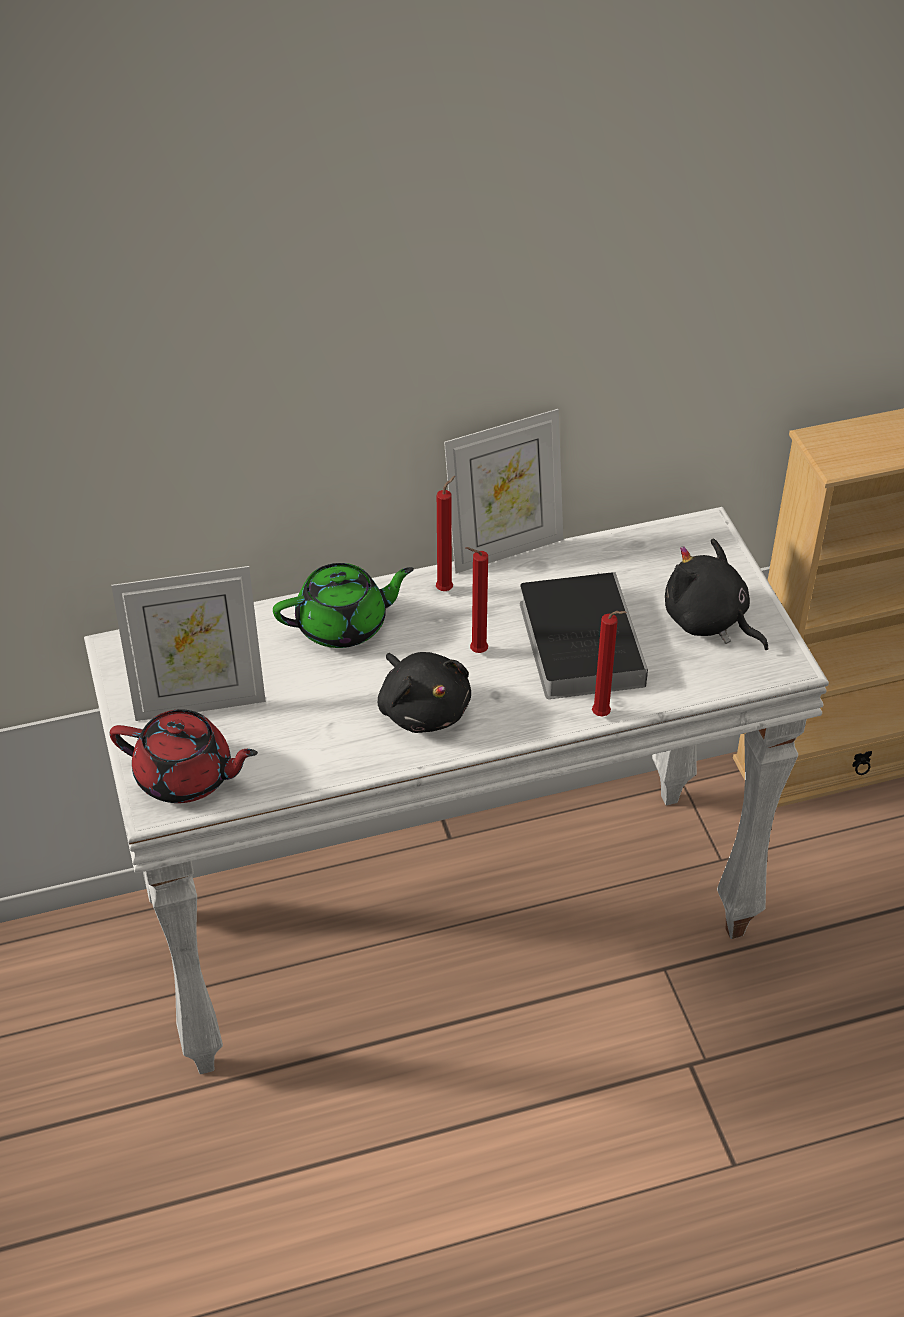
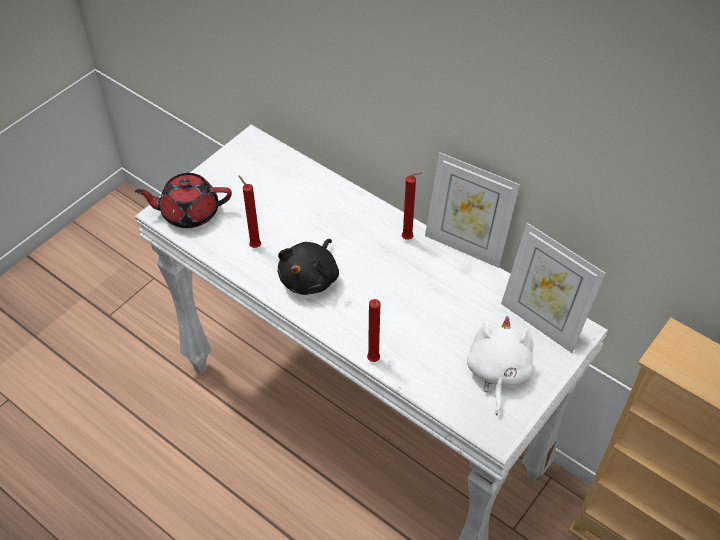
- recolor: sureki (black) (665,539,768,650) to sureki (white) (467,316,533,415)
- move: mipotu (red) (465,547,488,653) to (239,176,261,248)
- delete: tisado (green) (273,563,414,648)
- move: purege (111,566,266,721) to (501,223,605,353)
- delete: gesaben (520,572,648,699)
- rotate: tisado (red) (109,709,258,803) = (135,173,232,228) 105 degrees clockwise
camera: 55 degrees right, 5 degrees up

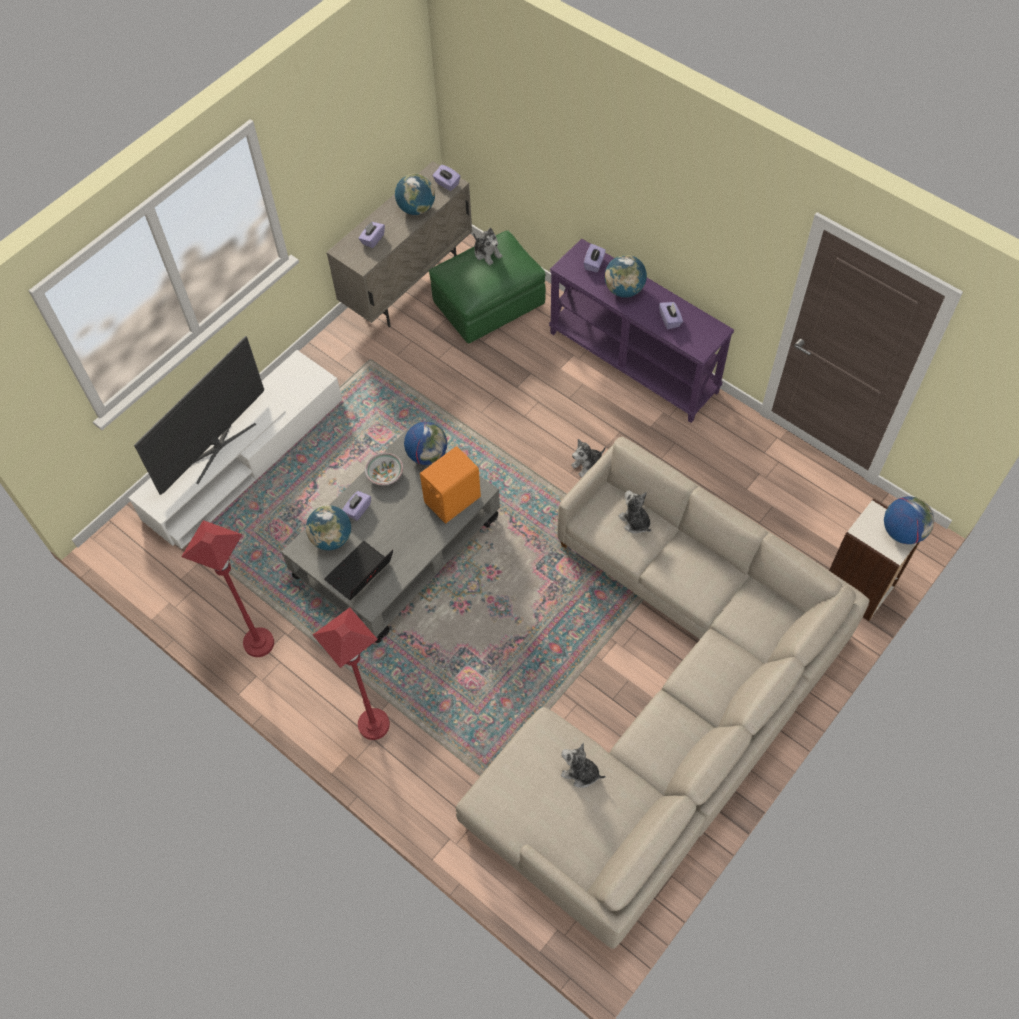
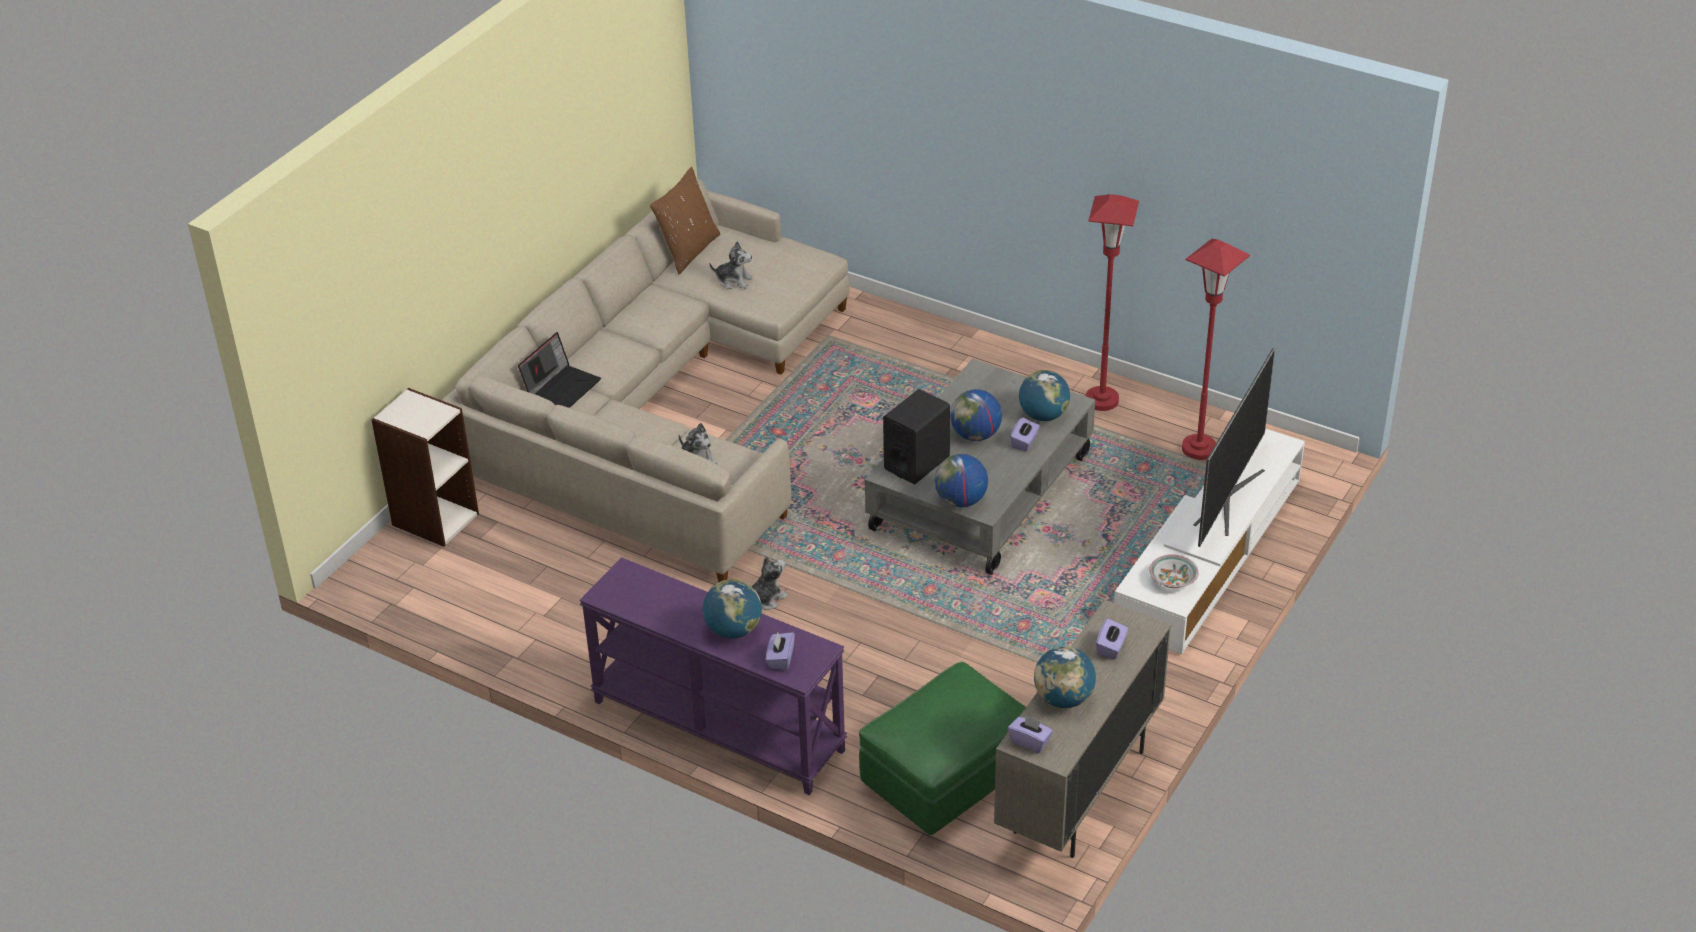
- delete: sureki (473,228,502,265)
- delete: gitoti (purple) (659,302,683,329)
- recolor: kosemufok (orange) (420,446,481,524) to kosemufok (black) (883,389,950,484)
- move: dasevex (365,453,403,485) to (1149,554,1199,588)
- move: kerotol (884,496,934,544) to (950,389,1002,441)
- move: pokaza (324,541,393,600) to (518,332,601,408)
- move: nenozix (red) (313,607,390,740) to (1182,239,1250,460)
- insert: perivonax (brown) (650,167,720,274)
camera: 170 degrees right, 20 degrees down

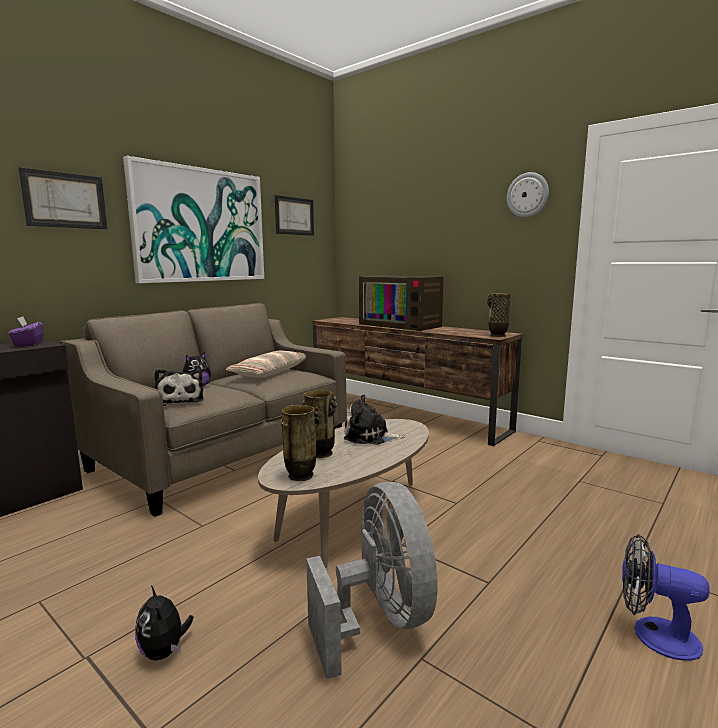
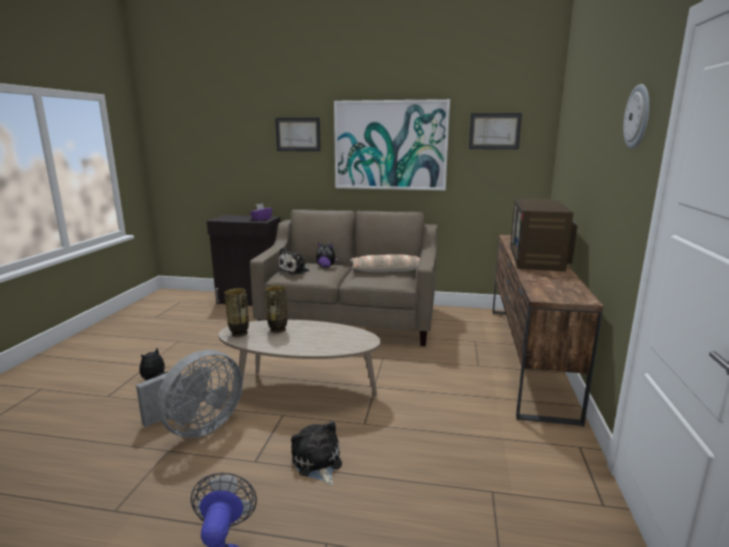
- delete: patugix (487,293,511,337)
- move: sureki (344,395,405,445) to (291,421,342,486)
camera: 60 degrees right, 5 degrees up

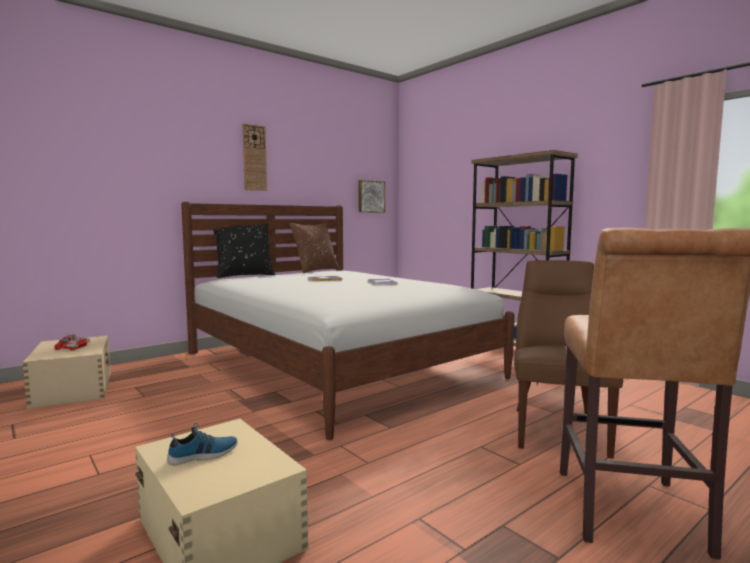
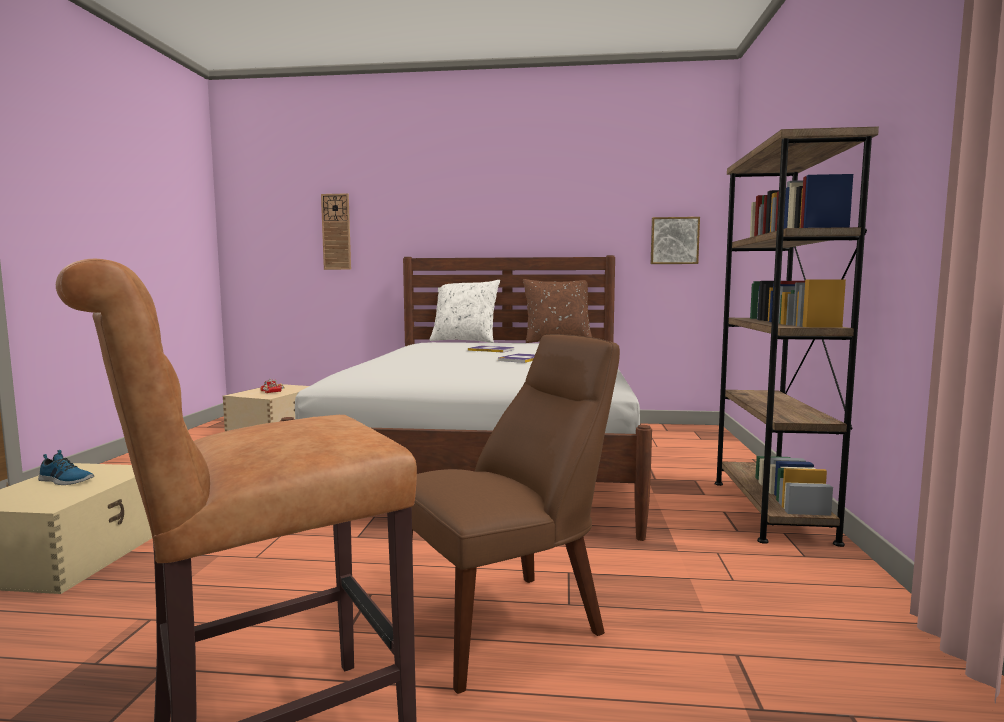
- move: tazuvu (242,123,267,191) to (321,193,351,270)
- recolor: perivonax (black) (213,223,275,278) to perivonax (white) (430,280,500,343)
camera: 45 degrees right, 0 degrees up

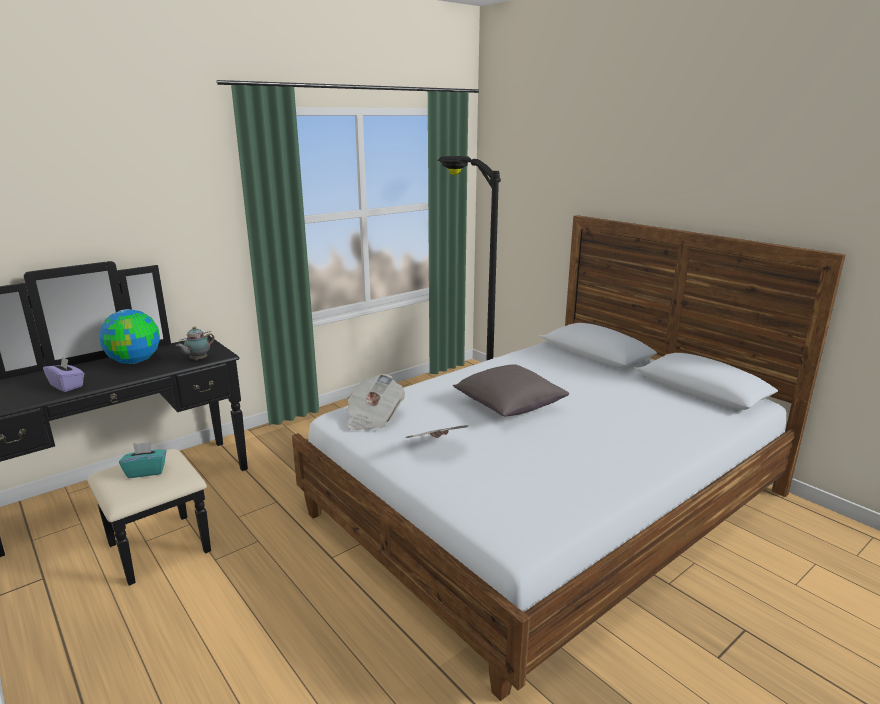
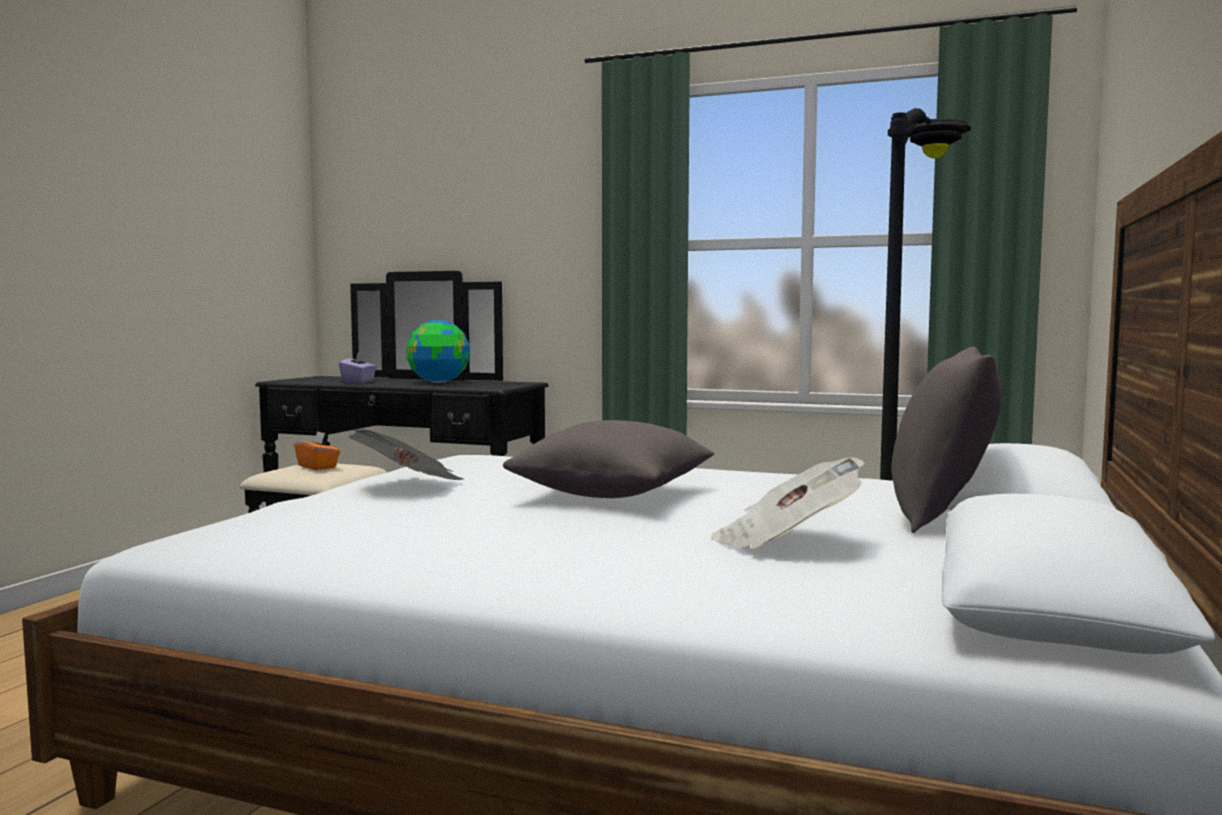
- delete: tisado (176,327,214,361)
- move: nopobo (346,374,405,430) to (711,458,865,549)
- recolor: gitoti (turquoise) (119,442,167,478) to gitoti (orange) (294,431,340,470)
- insert: perivonax (grey) (891,347,1002,533)
camera: 60 degrees right, 15 degrees down

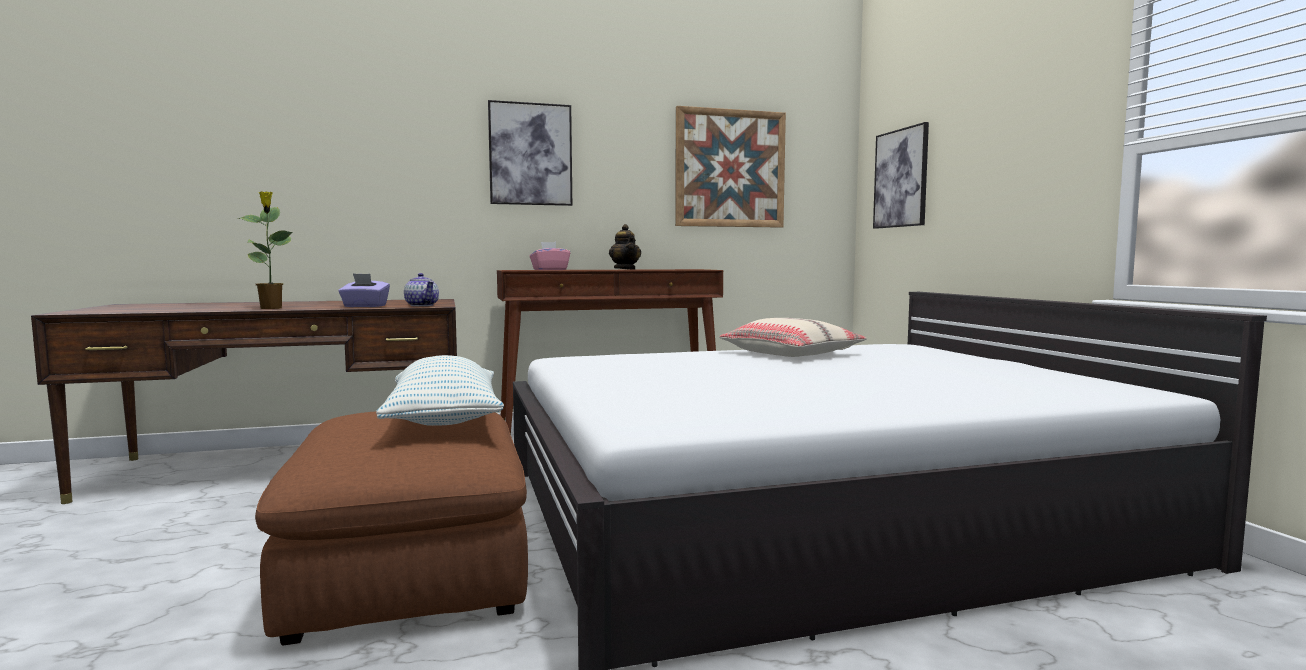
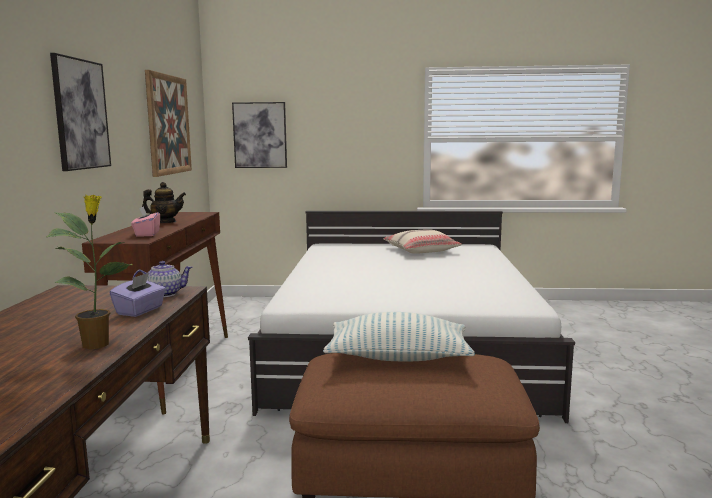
- move: perivonax (beige) (719,318,867,357) to (383,229,462,254)
camera: 70 degrees left, 5 degrees up

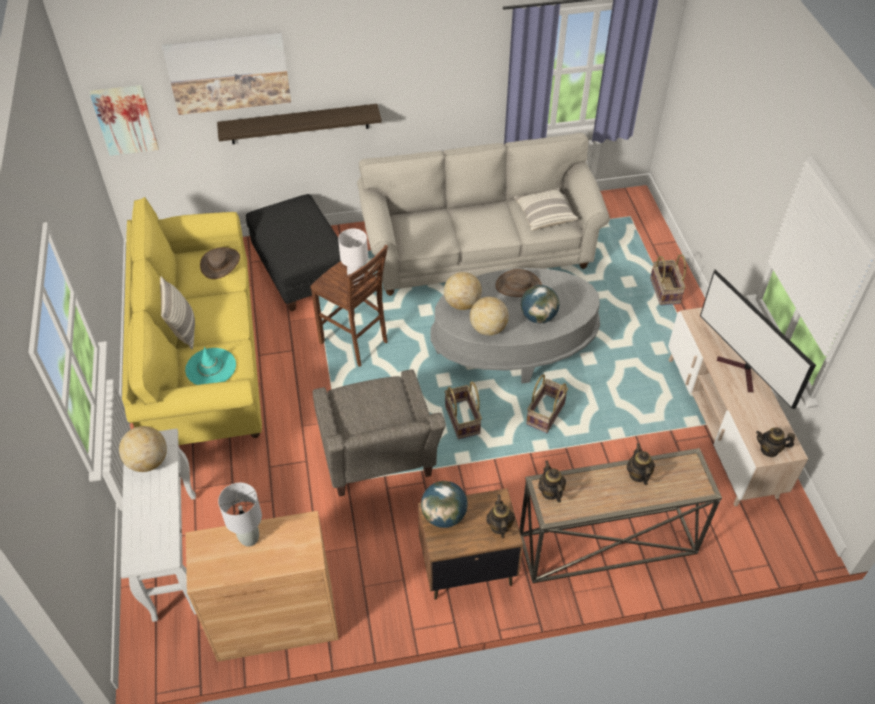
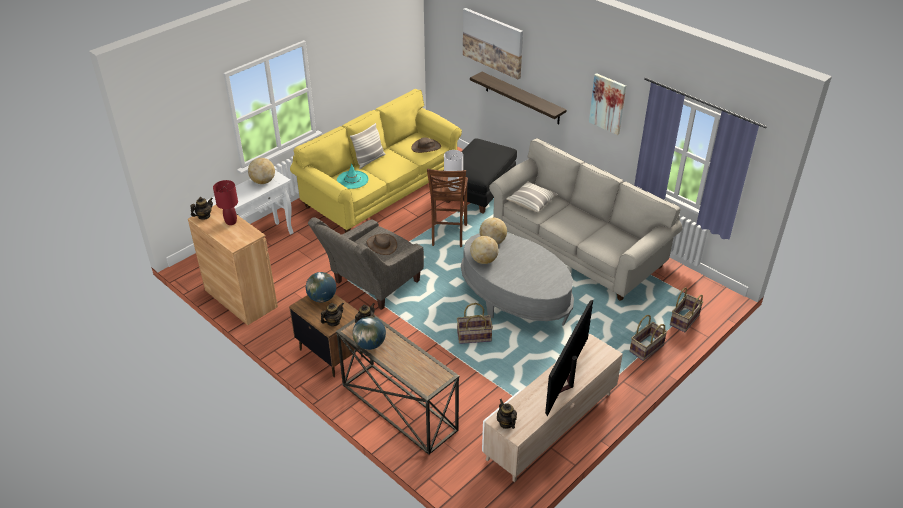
- move: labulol (89,85,159,156) to (589,73,626,135)
- move: perivonax (514,188,578,230) to (506,181,558,212)
- move: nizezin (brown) (496,269,542,297) to (367,234,397,255)
- move: kerotol (521,285,559,323) to (353,316,386,350)
- move: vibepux (445,381,482,439) to (670,287,703,332)
- move: tisado (627,443,655,485) to (190,197,213,220)
- recolor: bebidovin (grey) (218,483,262,547) to bebidovin (red) (213,180,238,225)
camera: 55 degrees right, 10 degrees down

